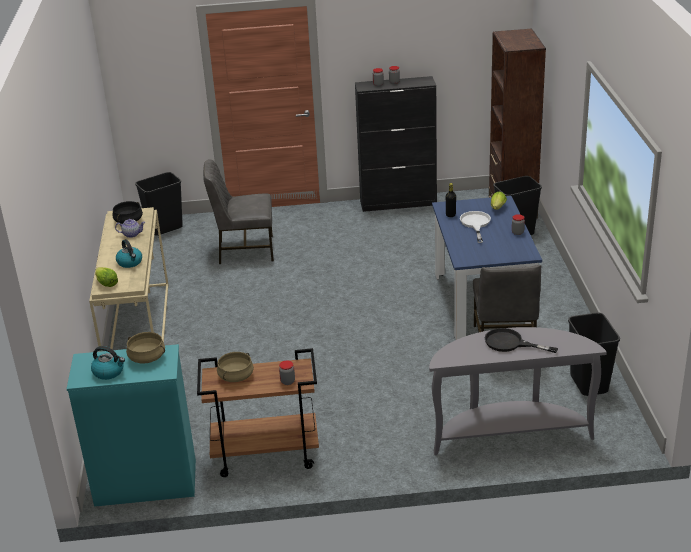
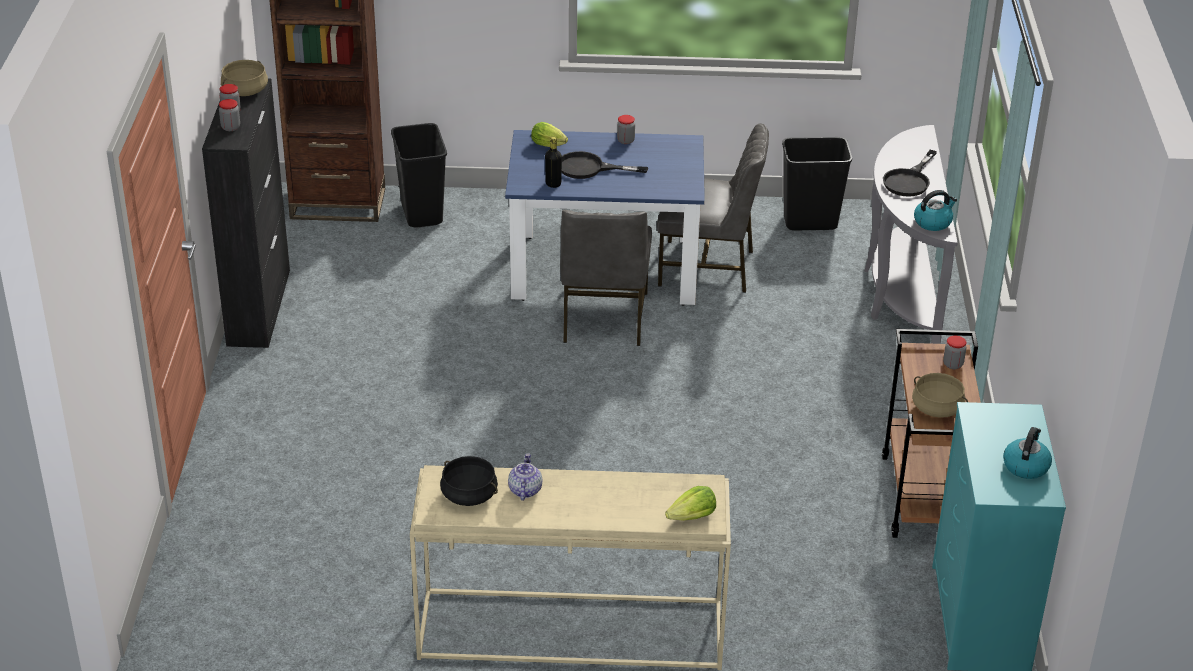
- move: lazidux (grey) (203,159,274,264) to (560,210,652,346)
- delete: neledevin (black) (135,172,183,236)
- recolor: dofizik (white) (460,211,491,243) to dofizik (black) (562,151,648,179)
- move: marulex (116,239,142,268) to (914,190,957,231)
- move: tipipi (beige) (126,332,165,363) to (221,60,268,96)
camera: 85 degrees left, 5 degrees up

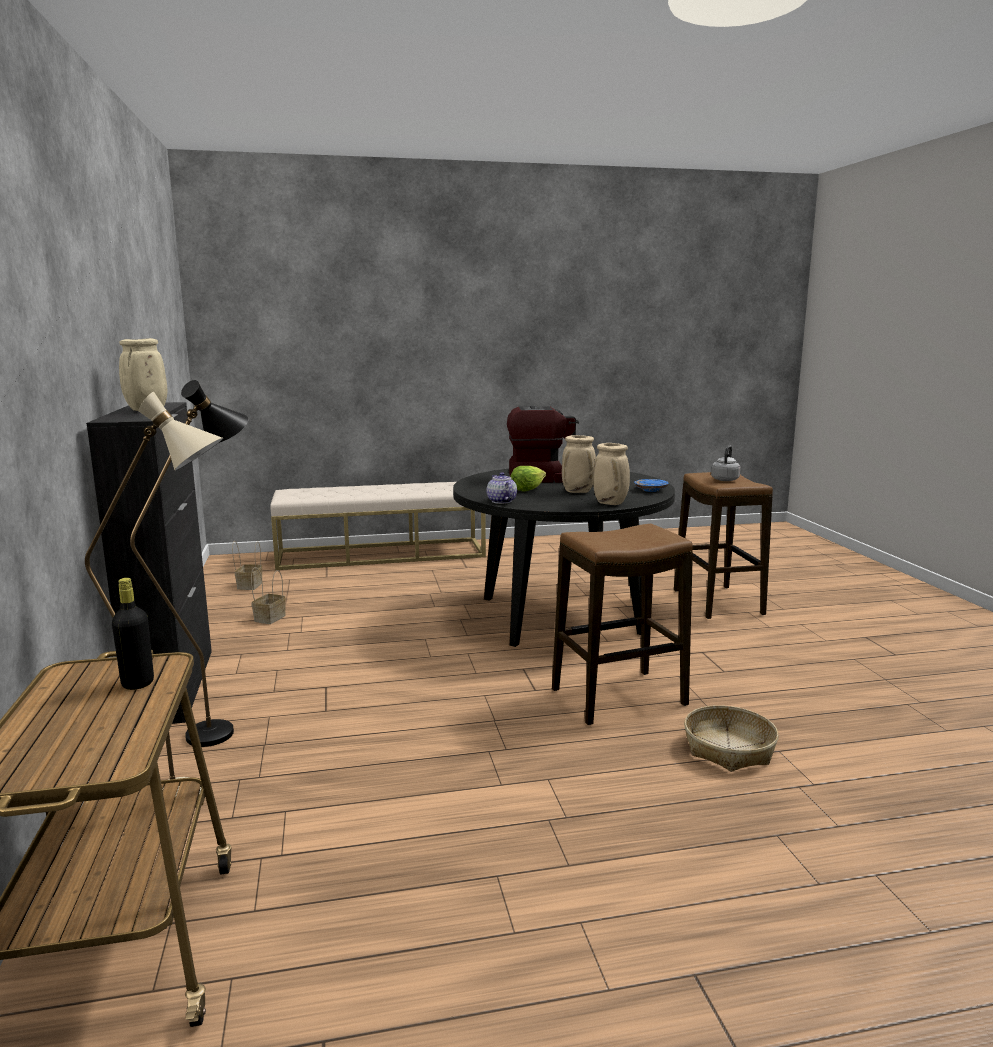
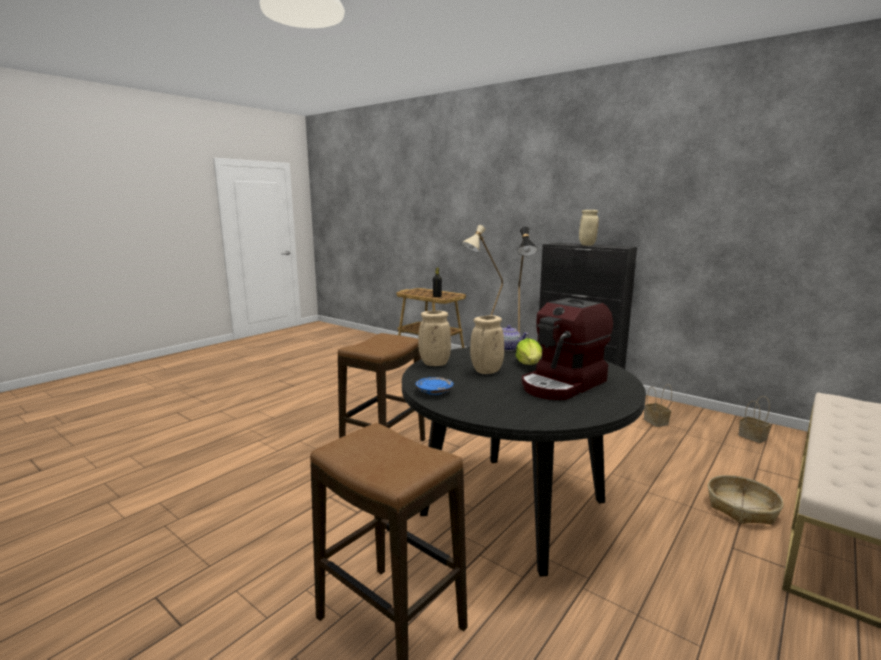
- delete: marulex (grey) (711,446,740,481)
- move: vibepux (684,705,779,772) to (708,475,784,525)
camera: 140 degrees right, 0 degrees up

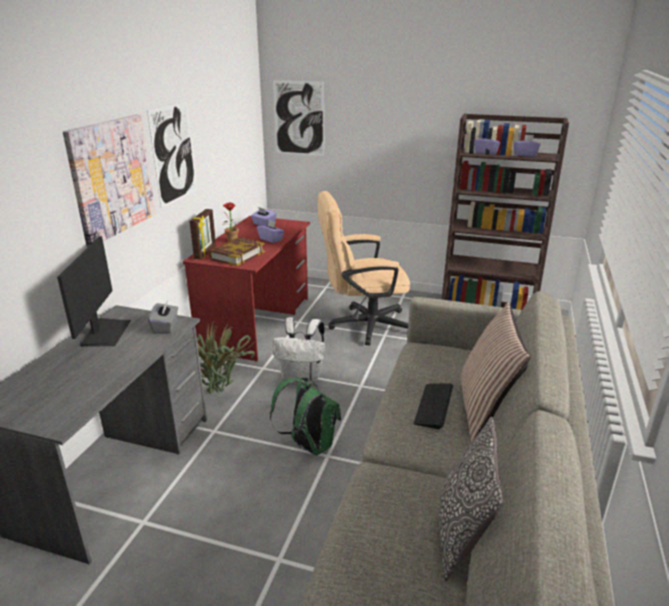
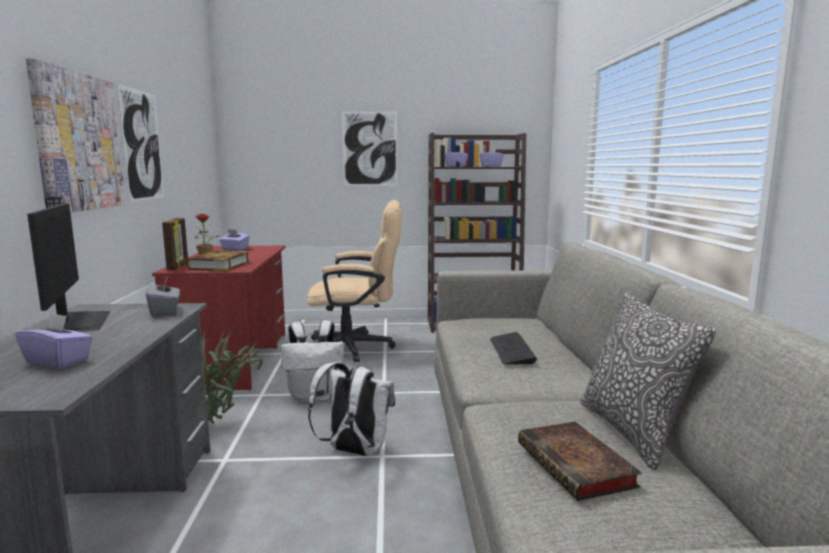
- move: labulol (273,80,325,156) to (342,111,397,186)
- rotate: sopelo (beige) (318,191,410,345) = (307,200,402,363) 150 degrees counterclockwise
- move: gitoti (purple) (257,220,284,243) to (15,313,93,369)
- delete: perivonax (461,302,531,442)
- recolor: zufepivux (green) (270,378,341,456) to zufepivux (white) (308,362,395,456)
- insert: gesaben (518,422,642,501)
camera: 20 degrees left, 15 degrees down

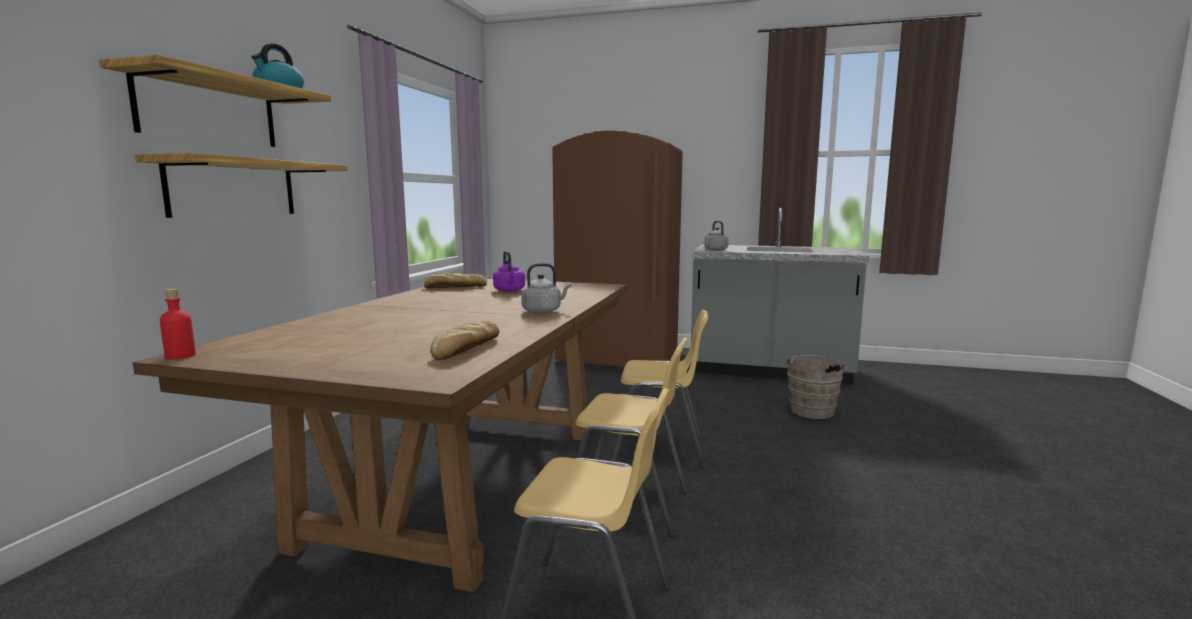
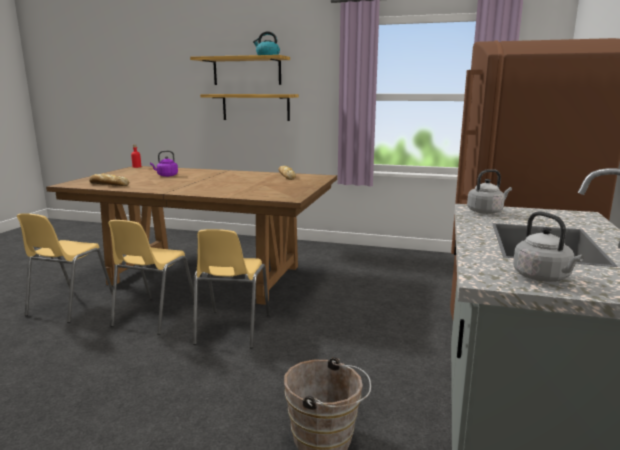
- move: marulex (purple) (493,251,525,292) to (150,150,178,177)
- move: marulex (grey) (521,263,571,313) to (513,211,584,282)
camera: 90 degrees right, 5 degrees up

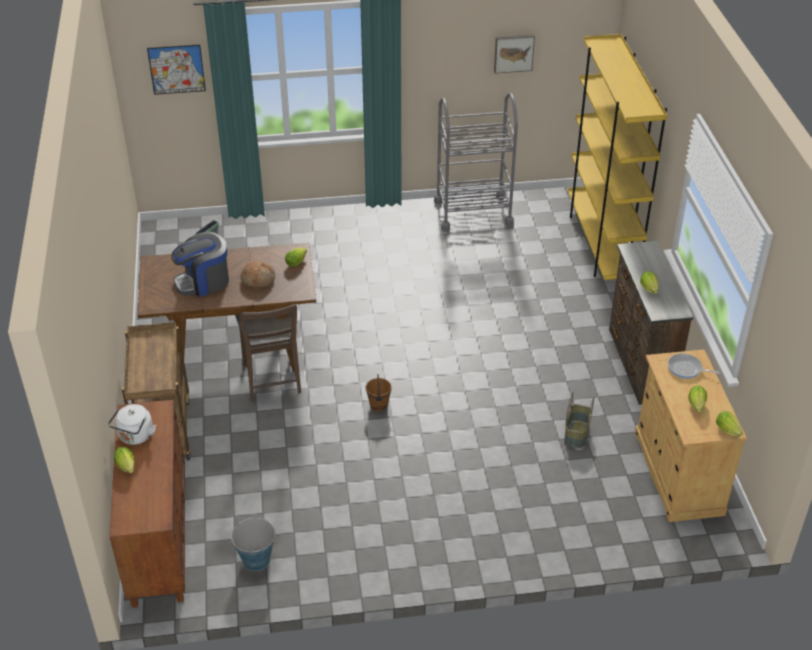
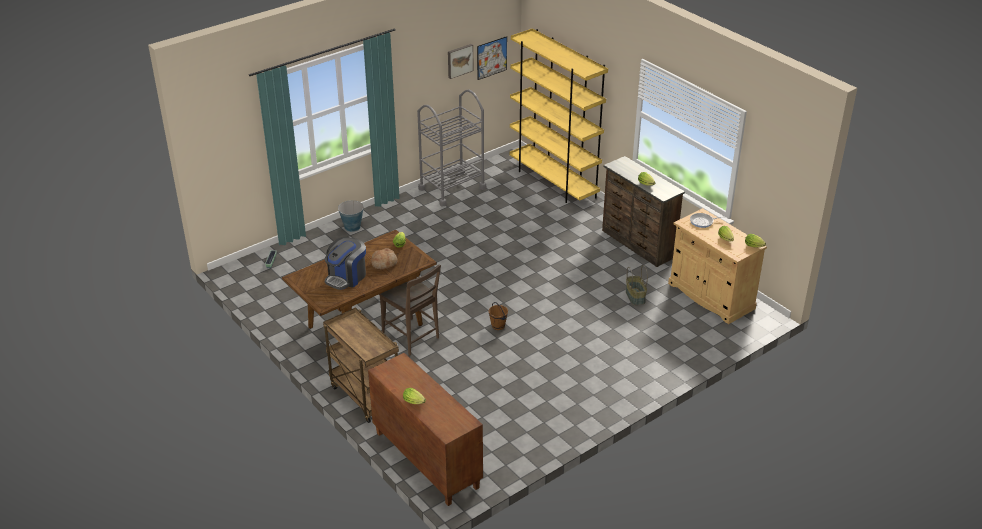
- move: labulol (147,44,206,95) to (477,36,507,80)
- delete: marulex (white) (108,404,156,445)
- move: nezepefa (231,518,277,571) to (338,200,365,232)
camera: 30 degrees left, 5 degrees down

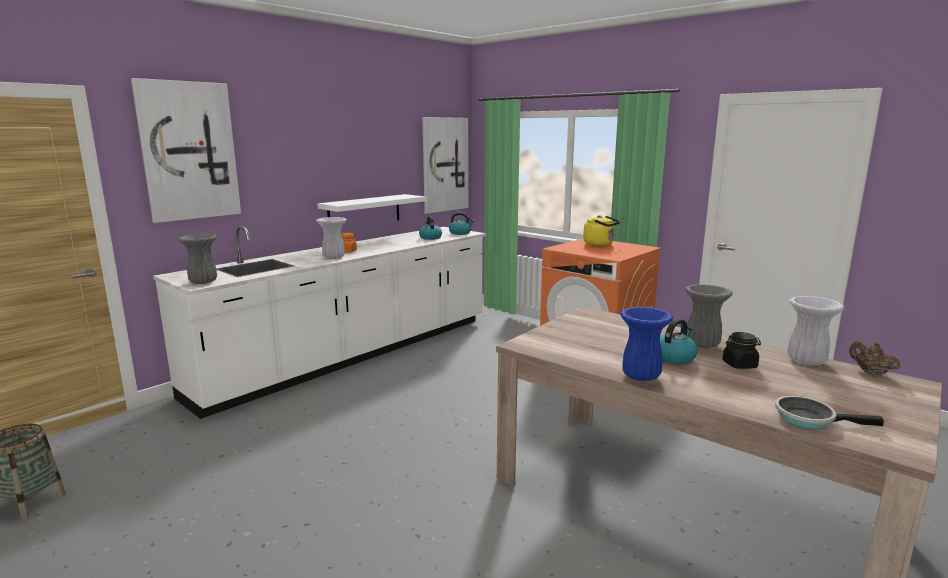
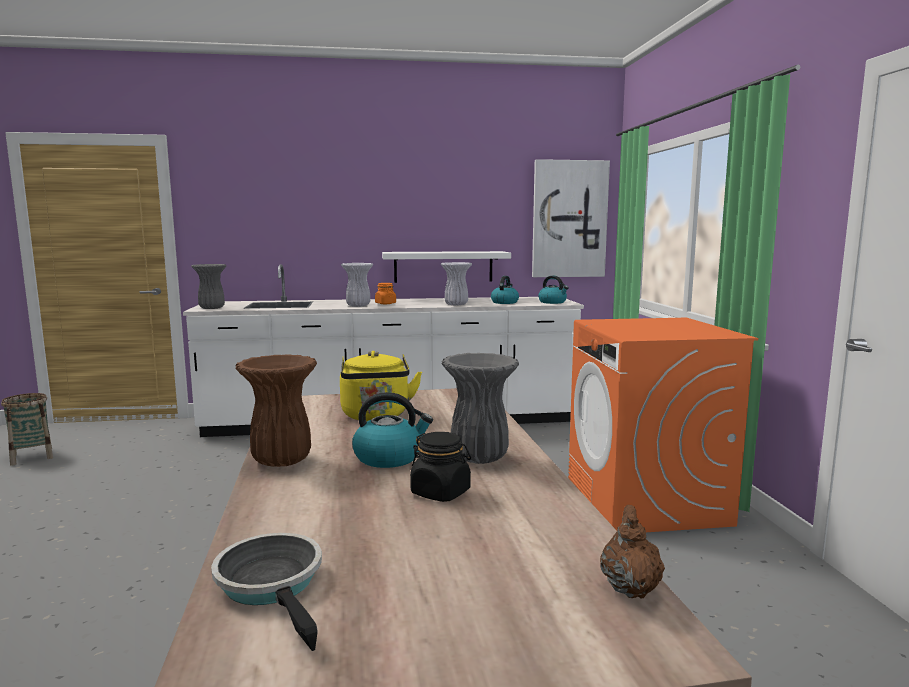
- delete: labulol (131,78,241,223)
- move: marulex (yellow) (583,215,620,246) to (340,351,422,421)
- move: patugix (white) (788,296,844,366) to (441,262,472,305)
- recolor: patugix (blue) (620,307,673,381) to patugix (brown) (235,354,317,467)
camera: 40 degrees right, 5 degrees down

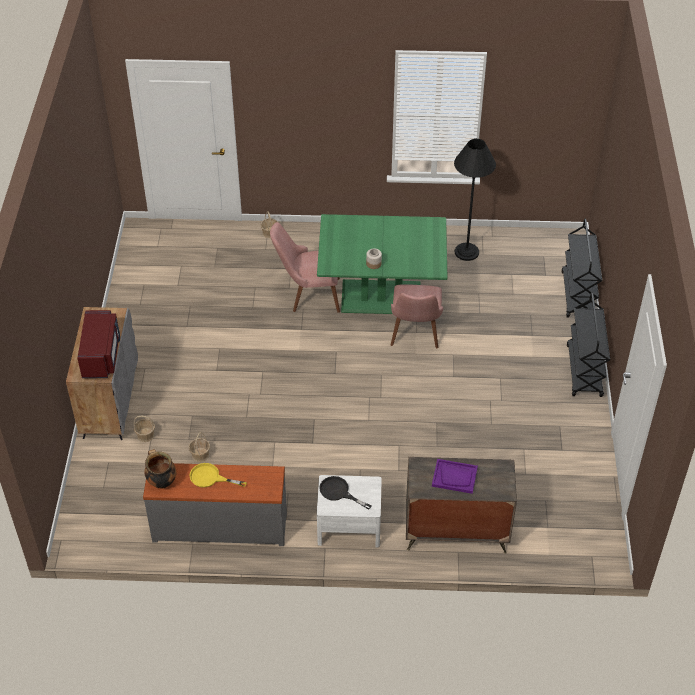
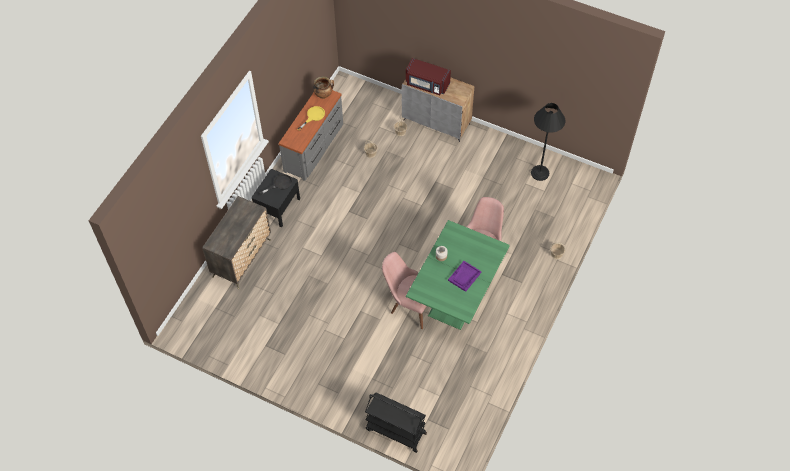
- move: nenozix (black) (454,139,496,261) to (531,103,566,181)
- delete: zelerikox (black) (567,293,610,397)
- move: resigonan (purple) (432,459,478,494) to (448,261,481,292)
- recolor: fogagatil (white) (317,475,382,547) to fogagatil (black) (252,169,300,227)
camera: 115 degrees right, 10 degrees up

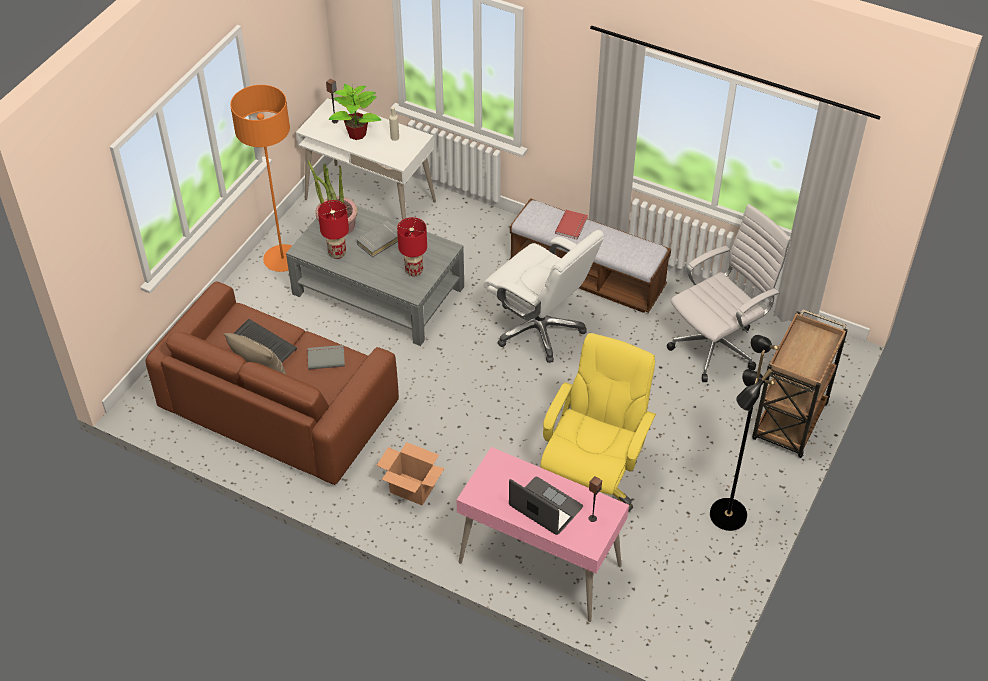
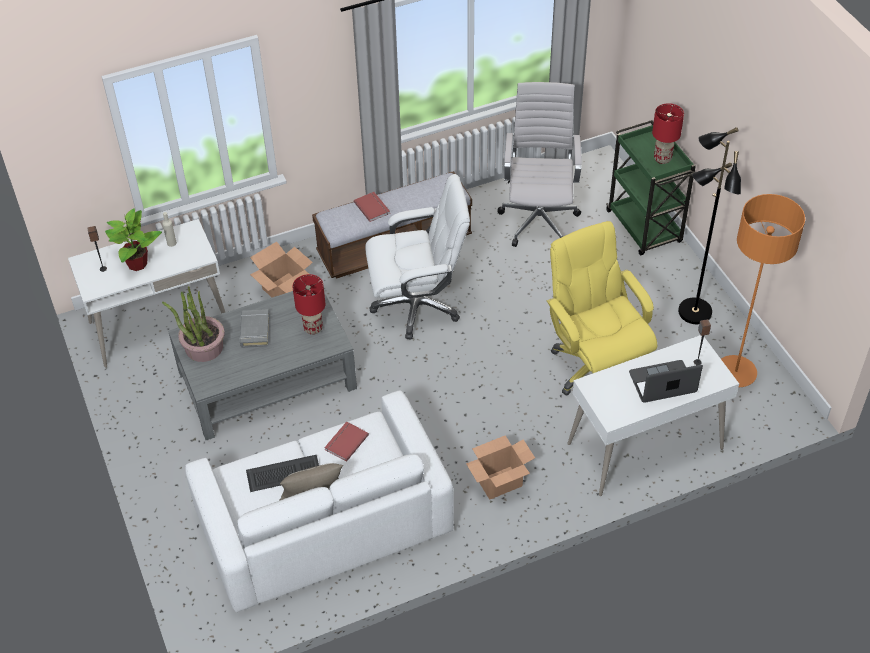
- move: nenozix (orange) (230,85,292,272) to (721,194,805,387)
- move: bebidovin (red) (318,200,349,259) to (652,103,684,164)
- recolor: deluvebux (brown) (146,282,399,485) to deluvebux (white) (185,390,454,612)
- recolor: zelerikox (brown) (752,309,848,458) to zelerikox (green) (606,120,696,255)
- recolor: gesaben (grey) (307,345,345,369) to gesaben (red) (324,421,369,462)
- recolor: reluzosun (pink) (456,447,629,622) to reluzosun (white) (567,335,739,496)
- insert: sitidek (250,242,313,297)
camera: 50 degrees left, 0 degrees up

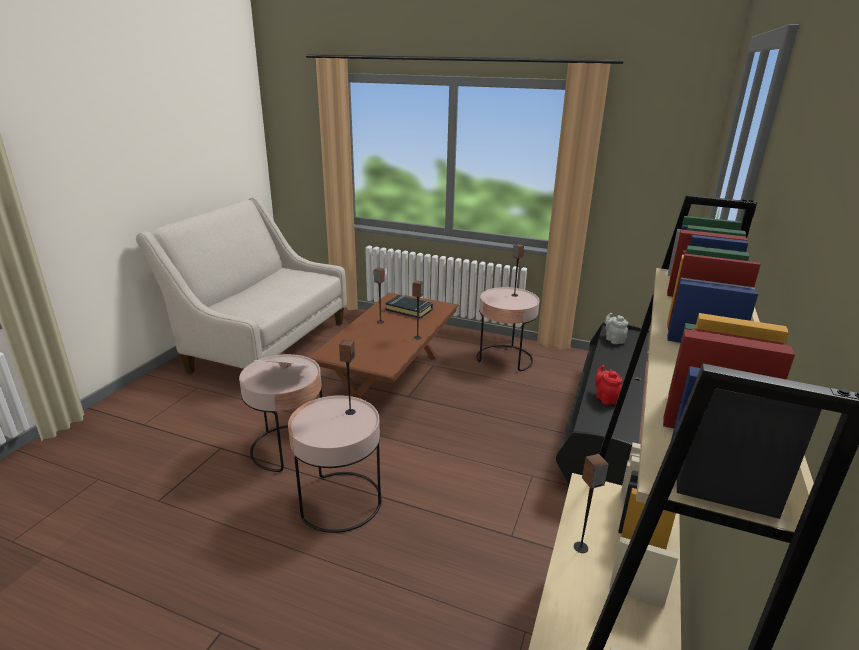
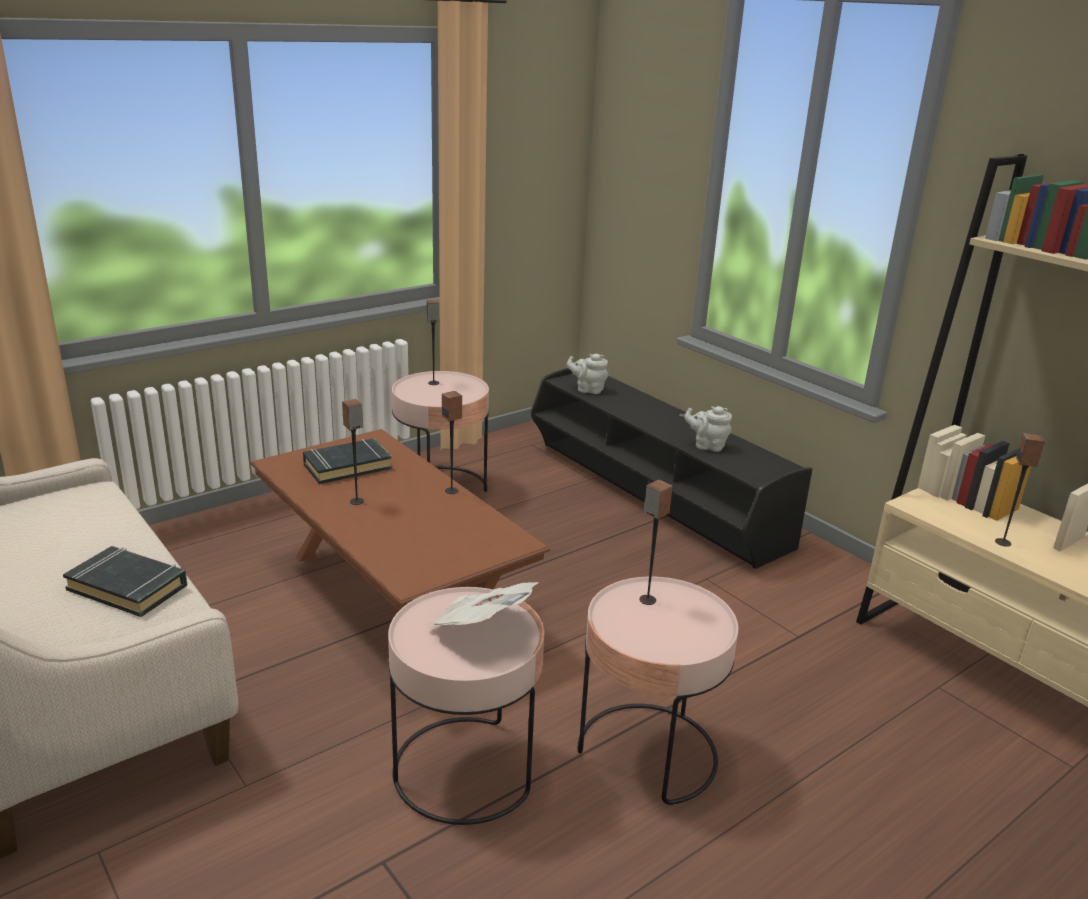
- recolor: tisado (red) (595,365,622,405) to tisado (grey) (684,406,732,452)
- insert: gesaben (black) (63,546,187,617)
camera: 60 degrees left, 0 degrees up

